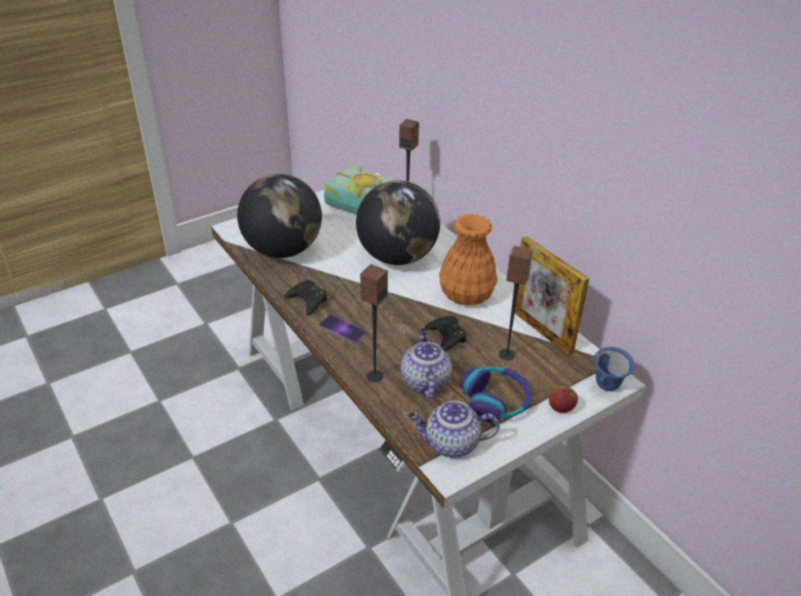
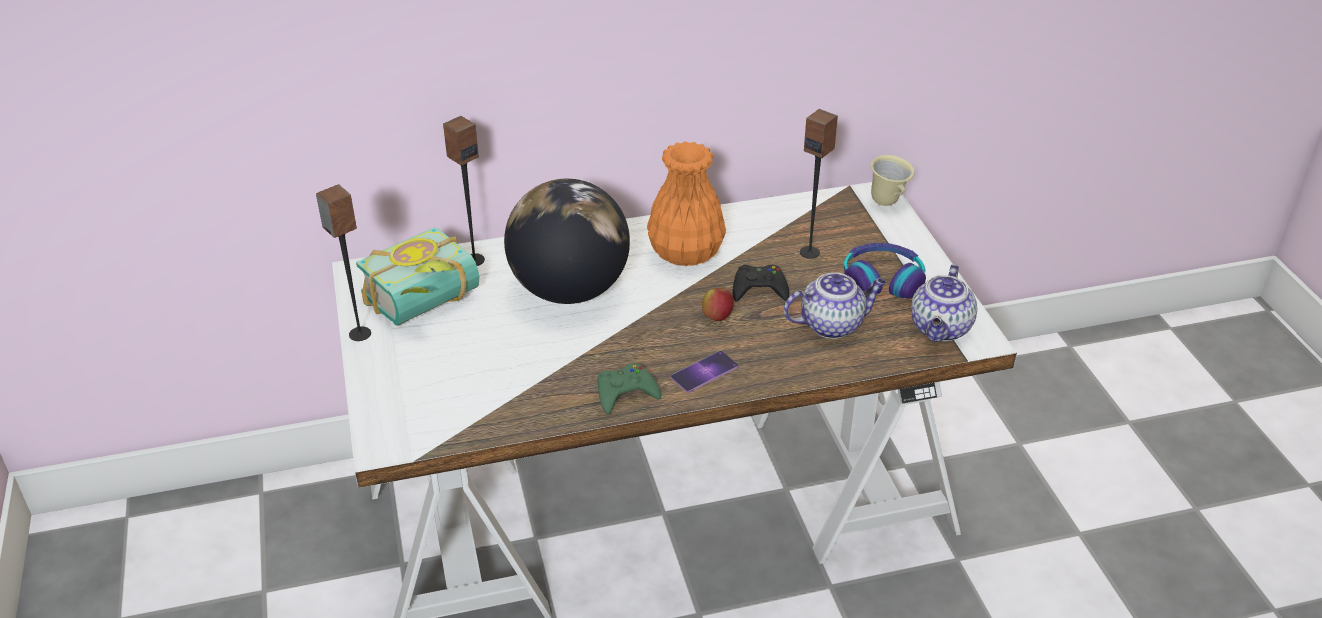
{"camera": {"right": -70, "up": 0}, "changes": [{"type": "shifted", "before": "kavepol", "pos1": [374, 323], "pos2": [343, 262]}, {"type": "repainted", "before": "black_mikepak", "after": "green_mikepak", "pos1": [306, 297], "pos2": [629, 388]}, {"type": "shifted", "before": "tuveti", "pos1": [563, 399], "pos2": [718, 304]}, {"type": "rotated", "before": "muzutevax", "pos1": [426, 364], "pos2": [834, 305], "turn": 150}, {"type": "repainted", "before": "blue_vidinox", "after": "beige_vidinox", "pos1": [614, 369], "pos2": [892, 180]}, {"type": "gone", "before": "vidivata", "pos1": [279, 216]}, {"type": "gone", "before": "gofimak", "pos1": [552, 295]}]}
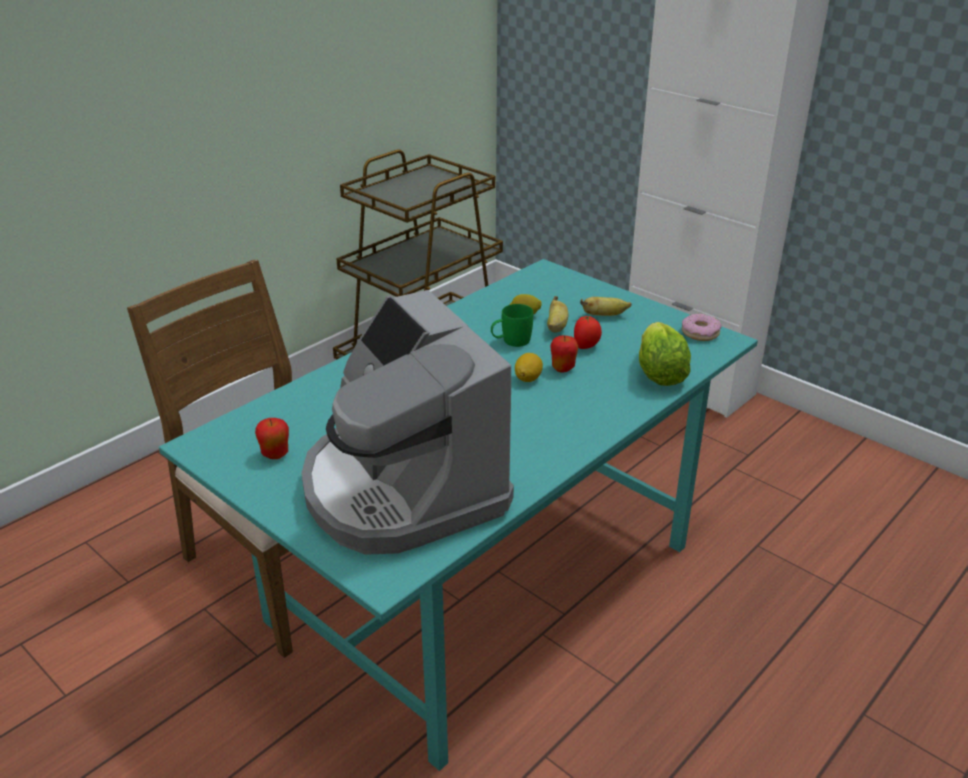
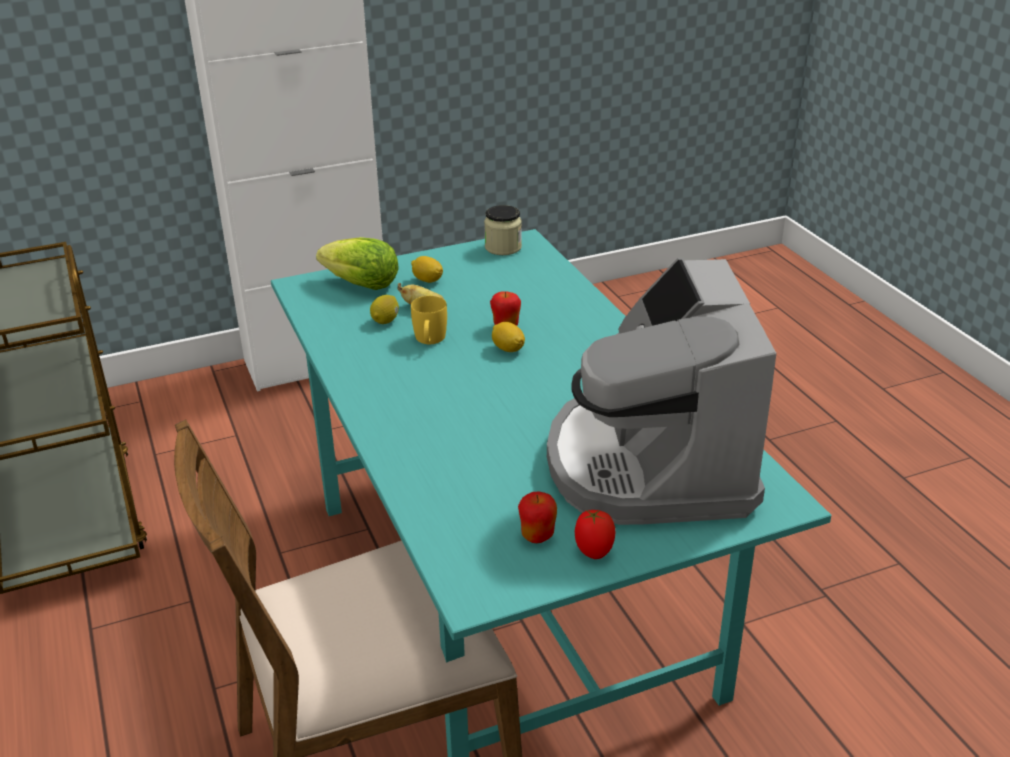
{"camera": {"right": -65, "up": 0}, "changes": [{"type": "shifted", "before": "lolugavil", "pos1": [665, 354], "pos2": [357, 263]}, {"type": "swapped", "before": "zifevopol", "after": "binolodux", "pos1": [606, 306], "pos2": [427, 269]}, {"type": "repainted", "before": "green_vidinox", "after": "yellow_vidinox", "pos1": [512, 325], "pos2": [429, 320]}, {"type": "swapped", "before": "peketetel", "after": "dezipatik", "pos1": [701, 327], "pos2": [503, 230]}, {"type": "rotated", "before": "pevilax", "pos1": [407, 422], "pos2": [661, 391], "turn": 90}, {"type": "shifted", "before": "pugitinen", "pos1": [588, 332], "pos2": [595, 534]}]}
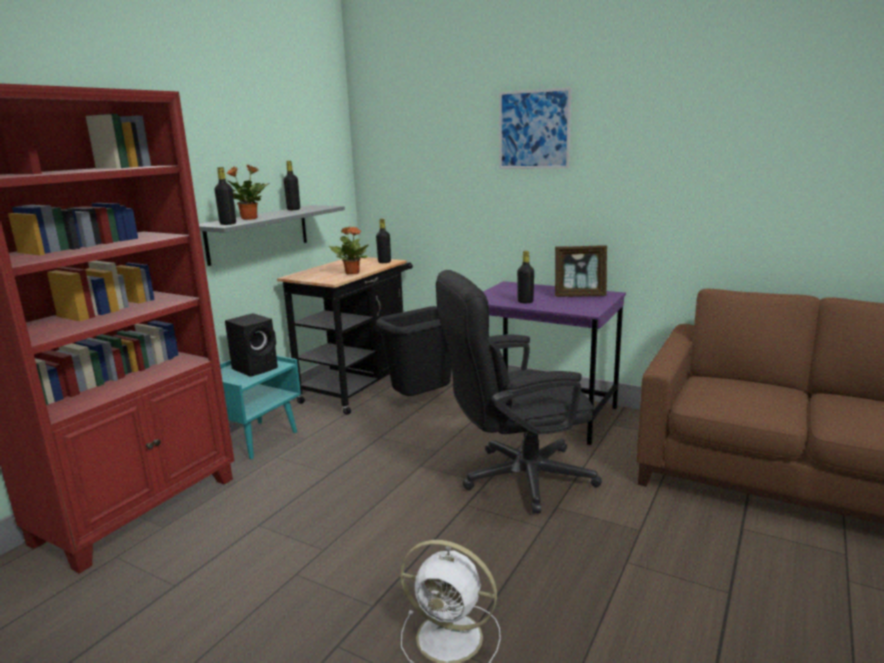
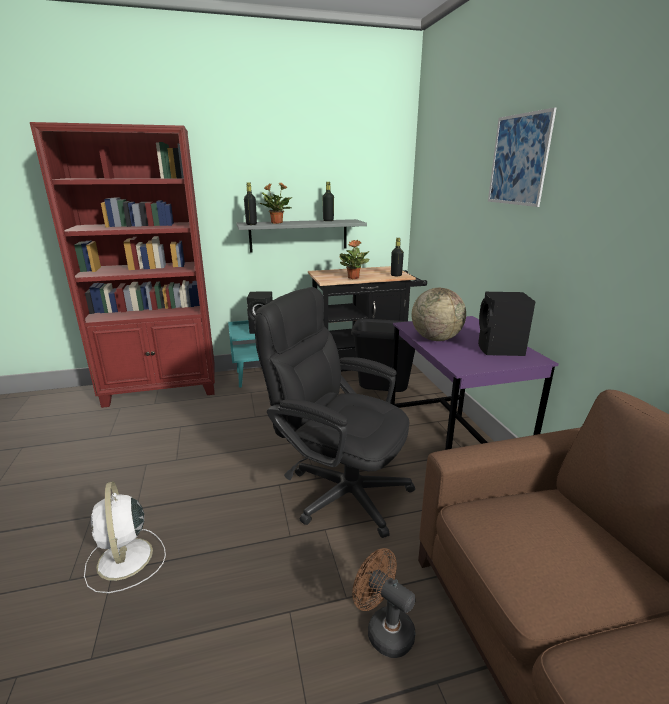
{"camera": {"right": 45, "up": 5}, "changes": [{"type": "new", "after": "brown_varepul", "pos2": [383, 603]}, {"type": "swapped", "before": "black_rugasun", "after": "vidivata", "pos1": [525, 277], "pos2": [439, 314]}, {"type": "swapped", "before": "gofimak", "after": "black_kavepol", "pos1": [581, 271], "pos2": [506, 323]}]}
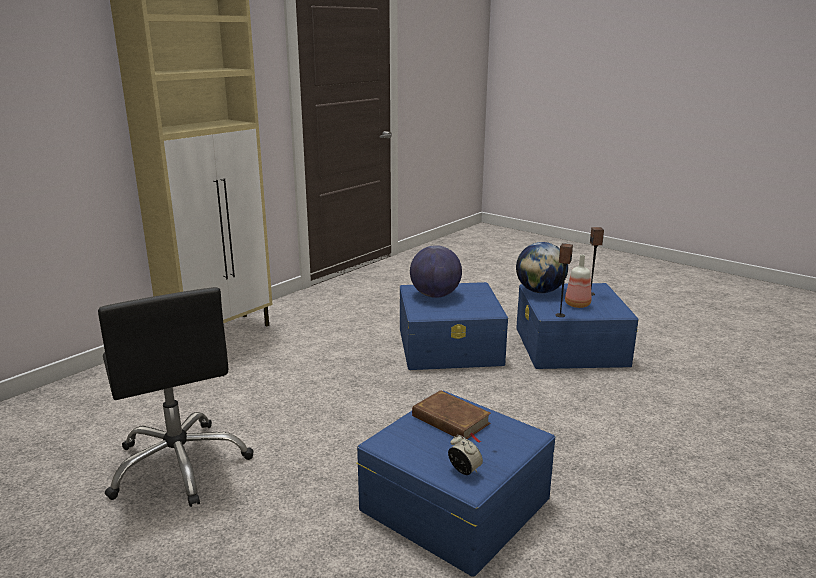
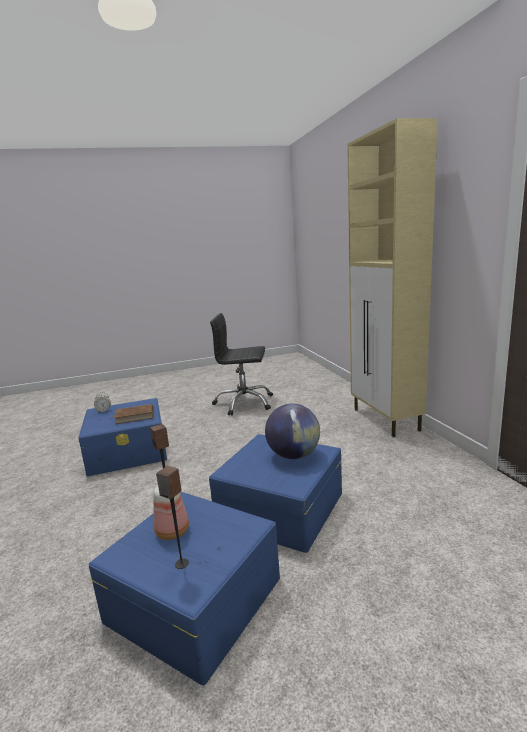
{"camera": {"right": 125, "up": -5}, "changes": [{"type": "gone", "before": "vidivata", "pos1": [542, 267]}]}
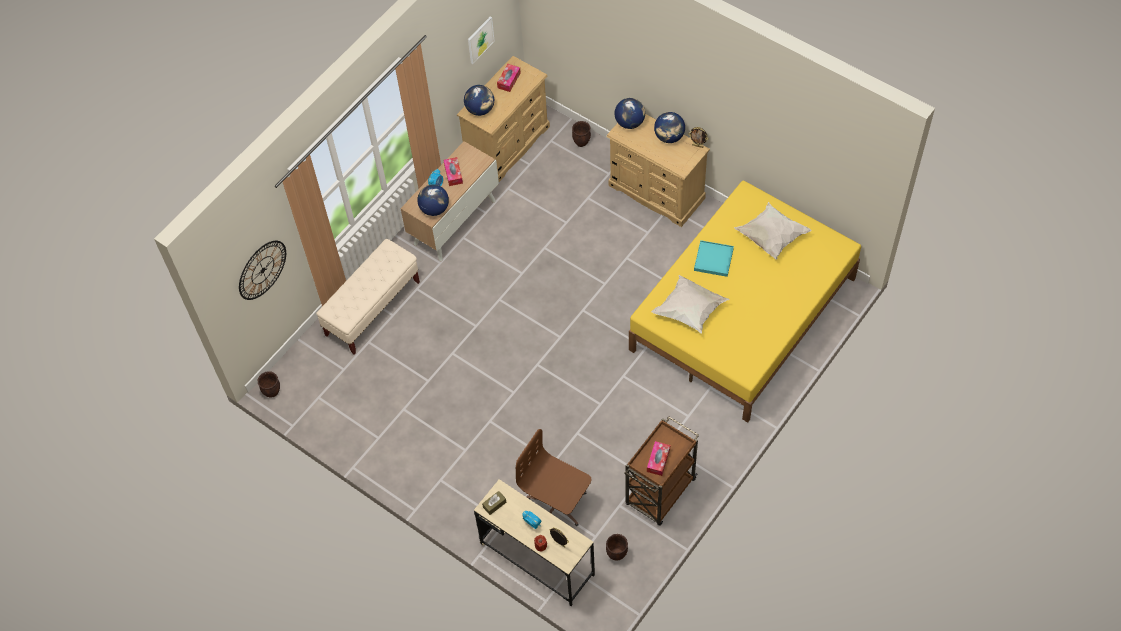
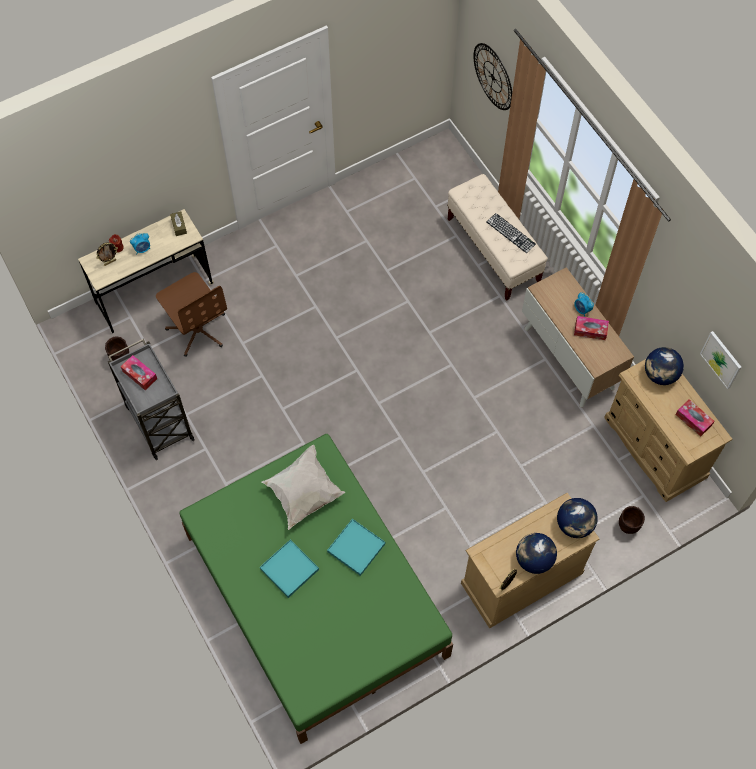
{"camera": {"right": 110, "up": 5}, "changes": [{"type": "repainted", "before": "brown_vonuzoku", "after": "grey_vonuzoku", "pos1": [661, 471], "pos2": [151, 399]}, {"type": "rotated", "before": "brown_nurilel", "pos1": [553, 477], "pos2": [191, 314], "turn": 90}, {"type": "repainted", "before": "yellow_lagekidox", "after": "green_lagekidox", "pos1": [745, 302], "pos2": [316, 589]}, {"type": "new", "after": "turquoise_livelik", "pos2": [289, 568]}, {"type": "new", "after": "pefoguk", "pos2": [511, 233]}, {"type": "gone", "before": "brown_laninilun", "pos1": [268, 384]}, {"type": "gone", "before": "vidivata", "pos1": [433, 200]}, {"type": "gone", "before": "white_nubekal", "pos1": [773, 231]}]}
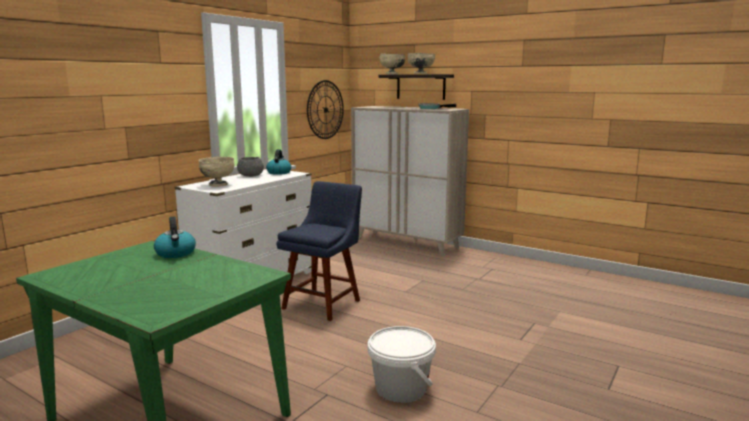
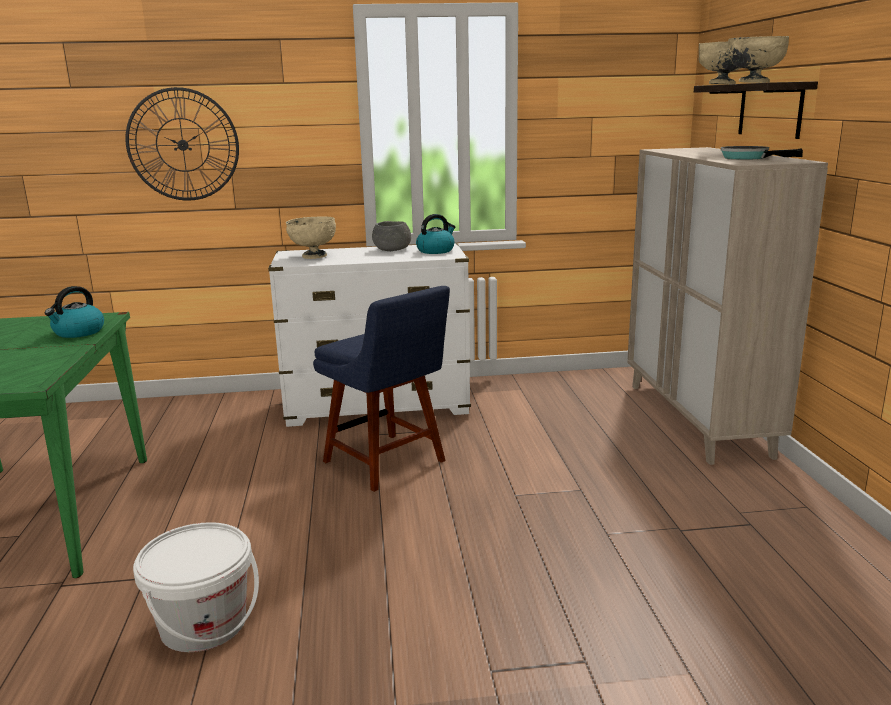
{"camera": {"right": 50, "up": 5}, "changes": [{"type": "shifted", "before": "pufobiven", "pos1": [325, 109], "pos2": [182, 144]}, {"type": "rotated", "before": "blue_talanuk", "pos1": [319, 251], "pos2": [381, 389], "turn": 60}]}
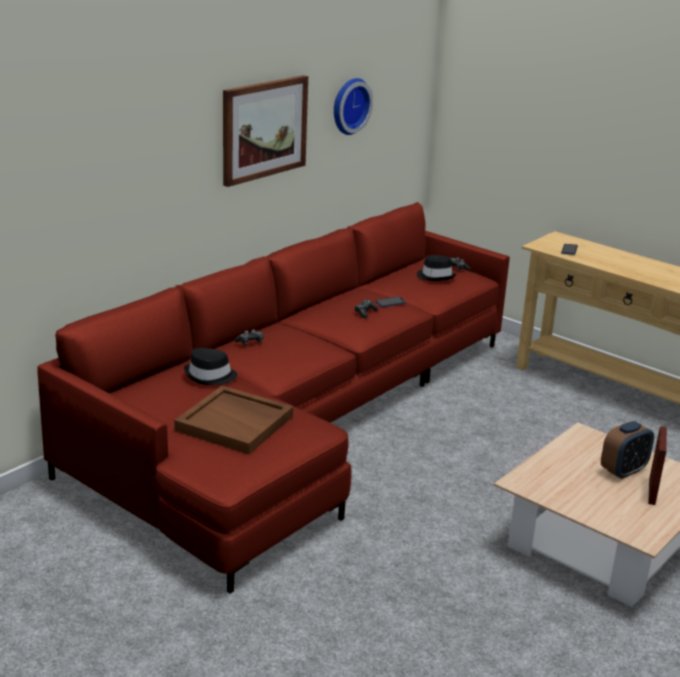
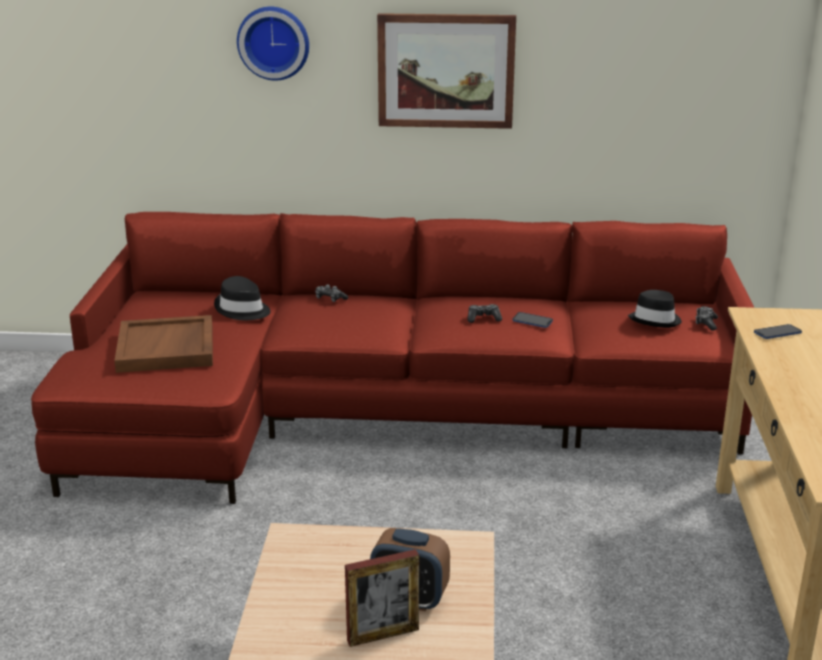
{"camera": {"right": 55, "up": 0}, "changes": [{"type": "shifted", "before": "pufobiven", "pos1": [353, 106], "pos2": [273, 44]}]}
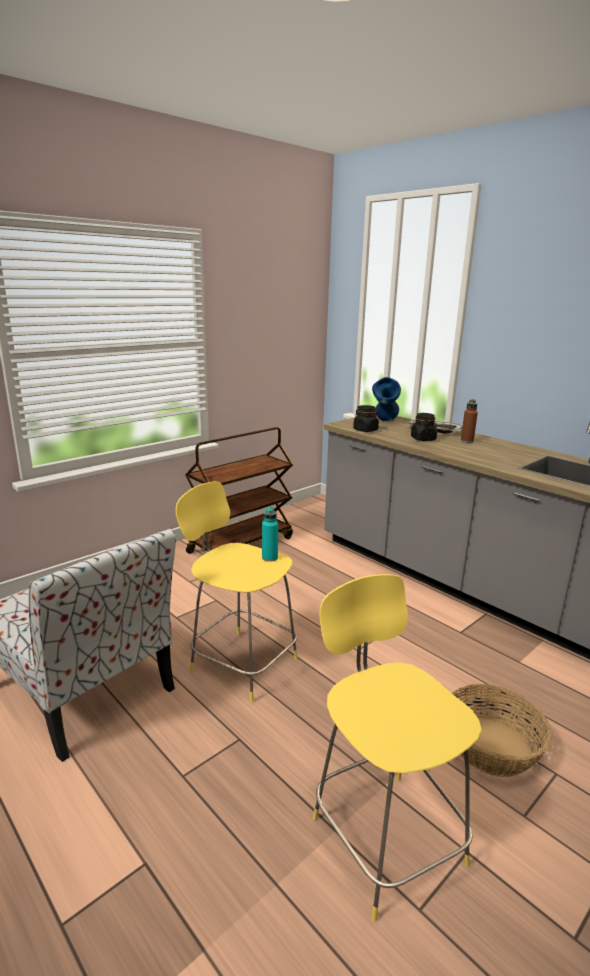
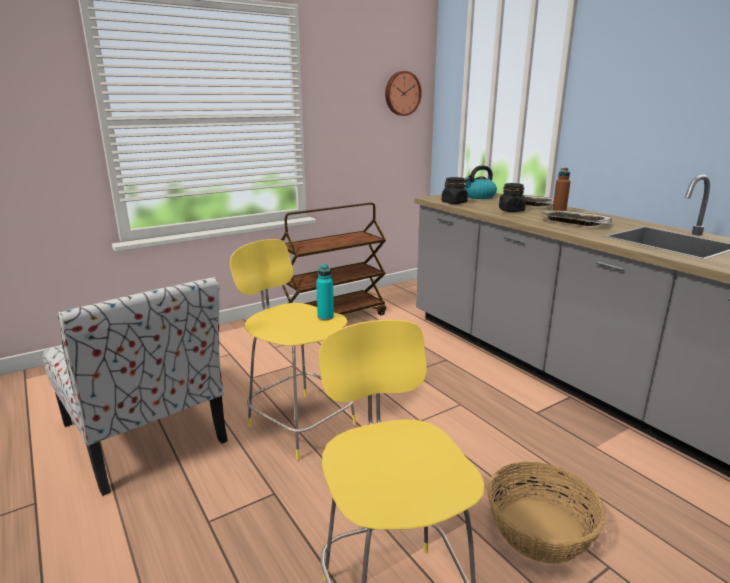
{"camera": {"right": 10, "up": 0}, "changes": [{"type": "new", "after": "pufobiven", "pos2": [403, 93]}, {"type": "swapped", "before": "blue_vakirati", "after": "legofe", "pos1": [386, 399], "pos2": [480, 182]}, {"type": "new", "after": "livelik", "pos2": [576, 218]}]}
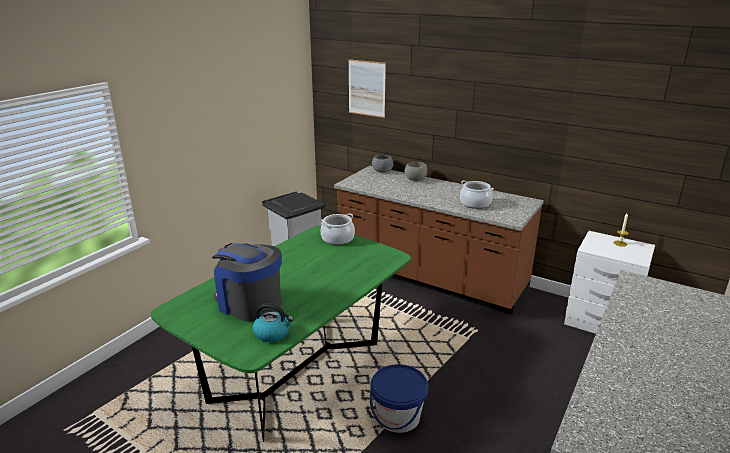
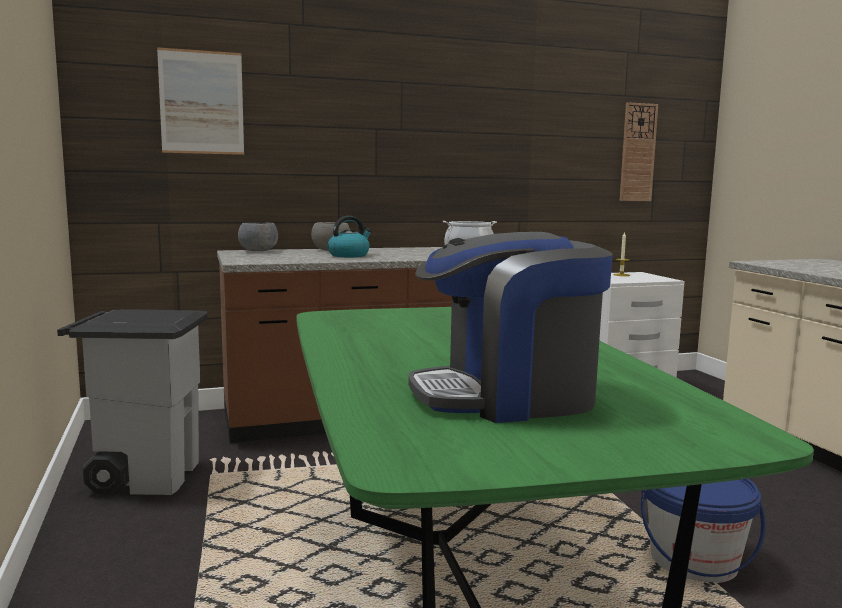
{"camera": {"right": -50, "up": -15}, "changes": [{"type": "shifted", "before": "legofe", "pos1": [273, 322], "pos2": [350, 236]}, {"type": "new", "after": "pufobiven", "pos2": [639, 151]}, {"type": "gone", "before": "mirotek", "pos1": [338, 229]}]}
